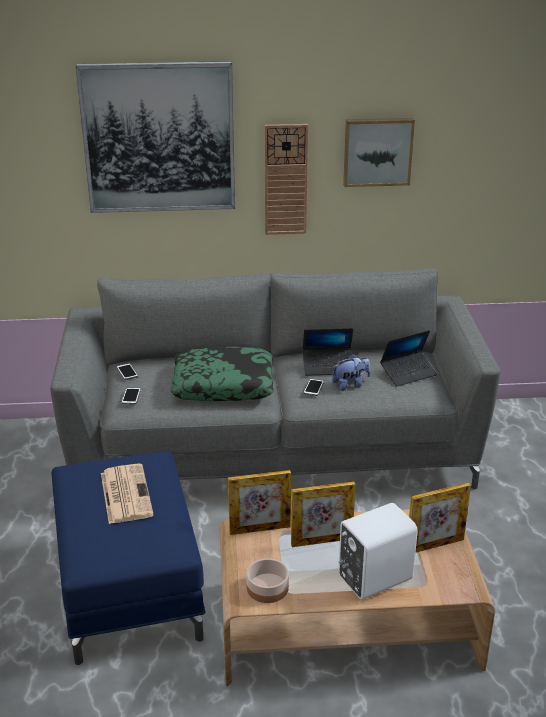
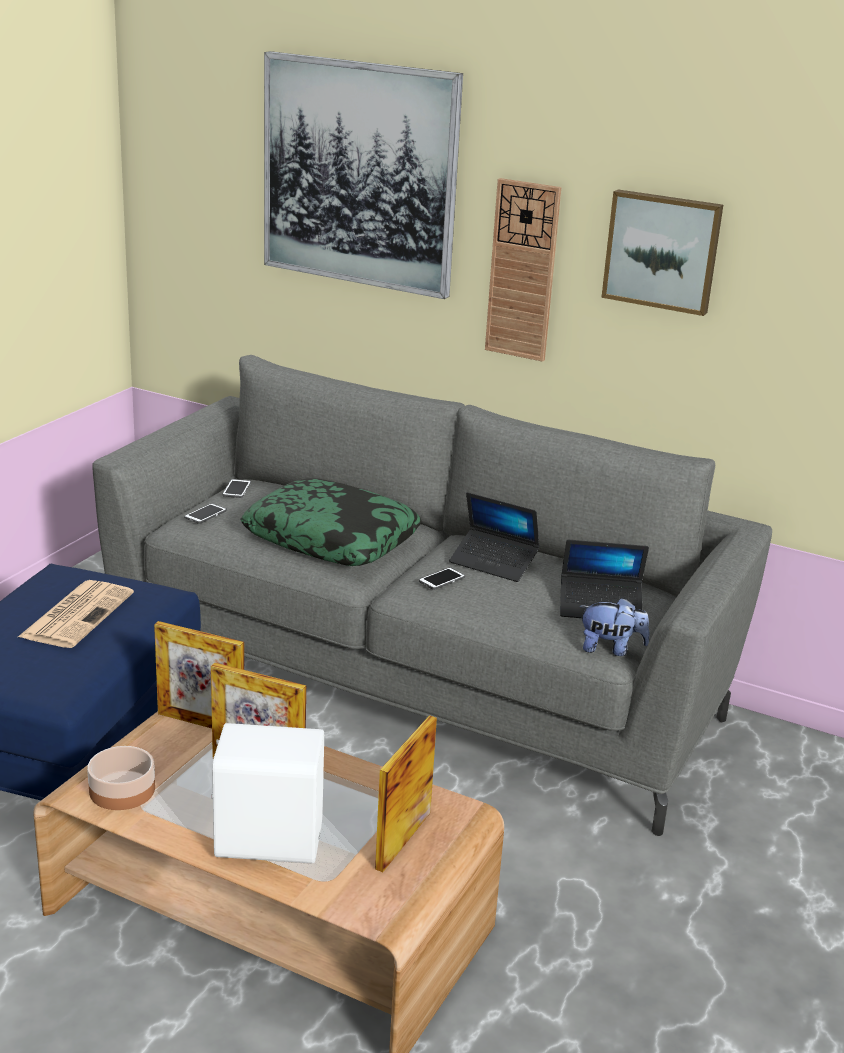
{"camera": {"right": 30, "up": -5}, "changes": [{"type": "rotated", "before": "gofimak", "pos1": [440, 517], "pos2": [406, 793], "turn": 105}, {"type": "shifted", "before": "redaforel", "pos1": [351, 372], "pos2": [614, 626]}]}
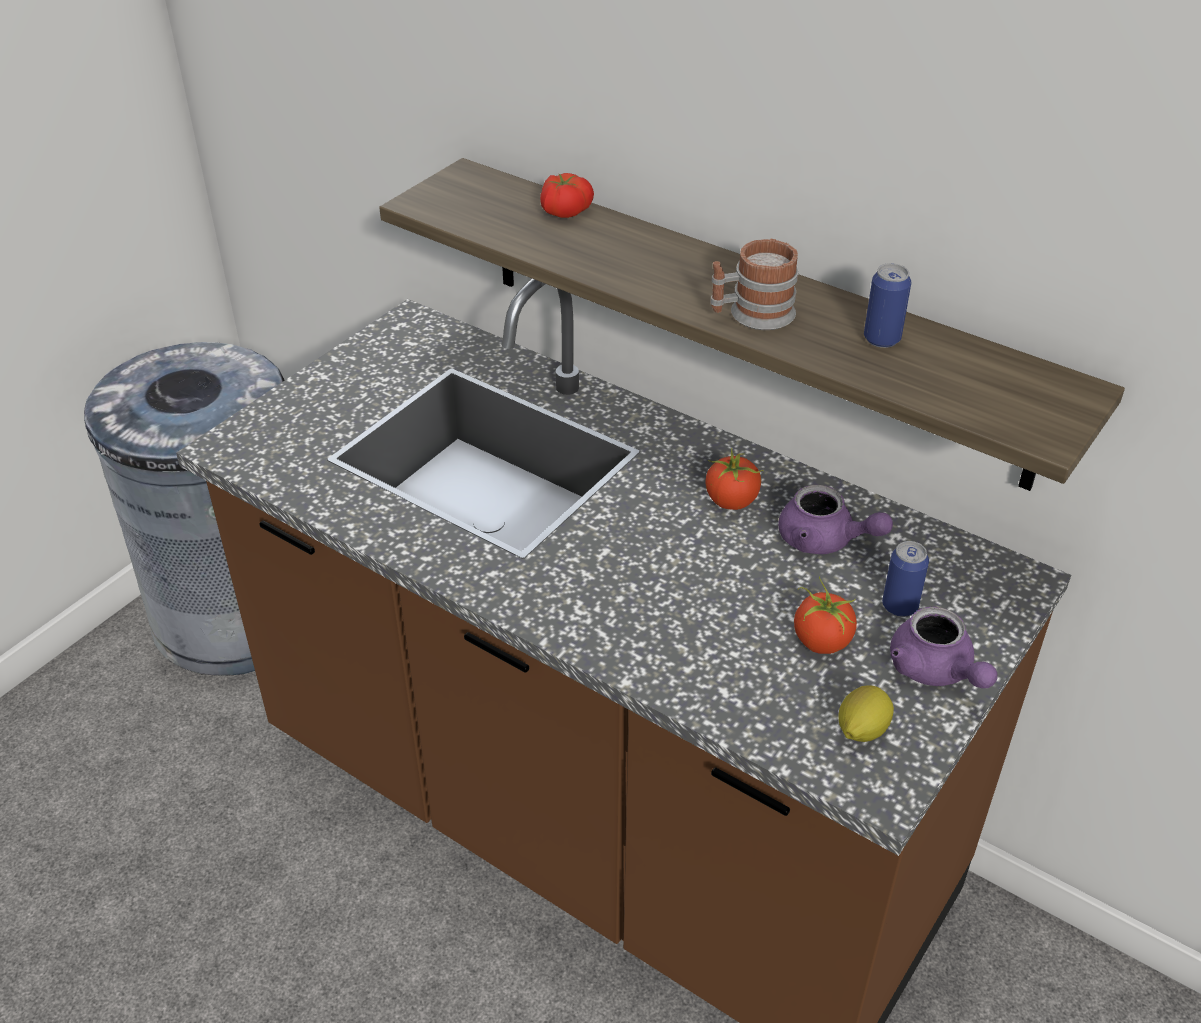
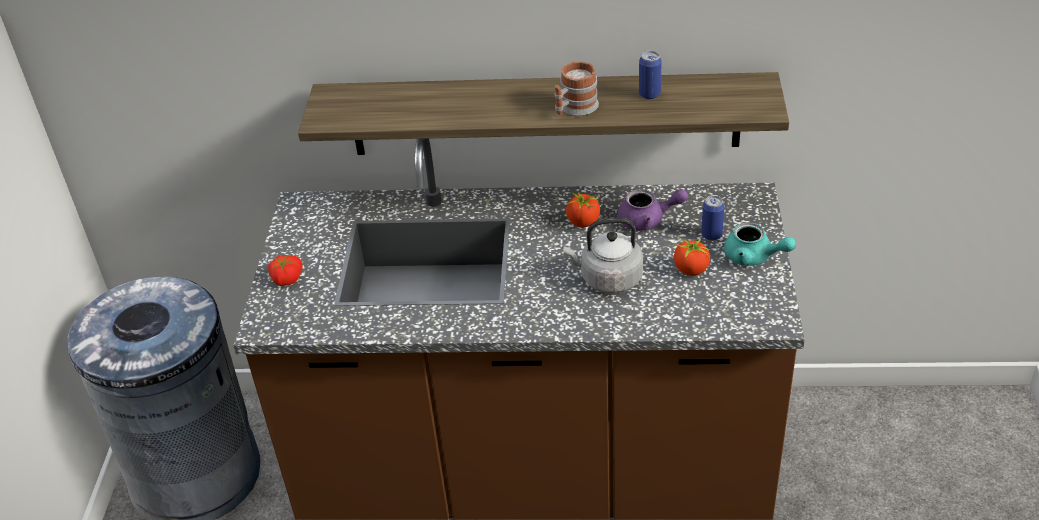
{"camera": {"right": -30, "up": 0}, "changes": [{"type": "shifted", "before": "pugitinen", "pos1": [567, 195], "pos2": [285, 270]}, {"type": "new", "after": "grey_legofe", "pos2": [602, 255]}, {"type": "repainted", "before": "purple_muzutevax", "after": "turquoise_muzutevax", "pos1": [943, 647], "pos2": [760, 244]}, {"type": "gone", "before": "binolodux", "pos1": [866, 713]}]}
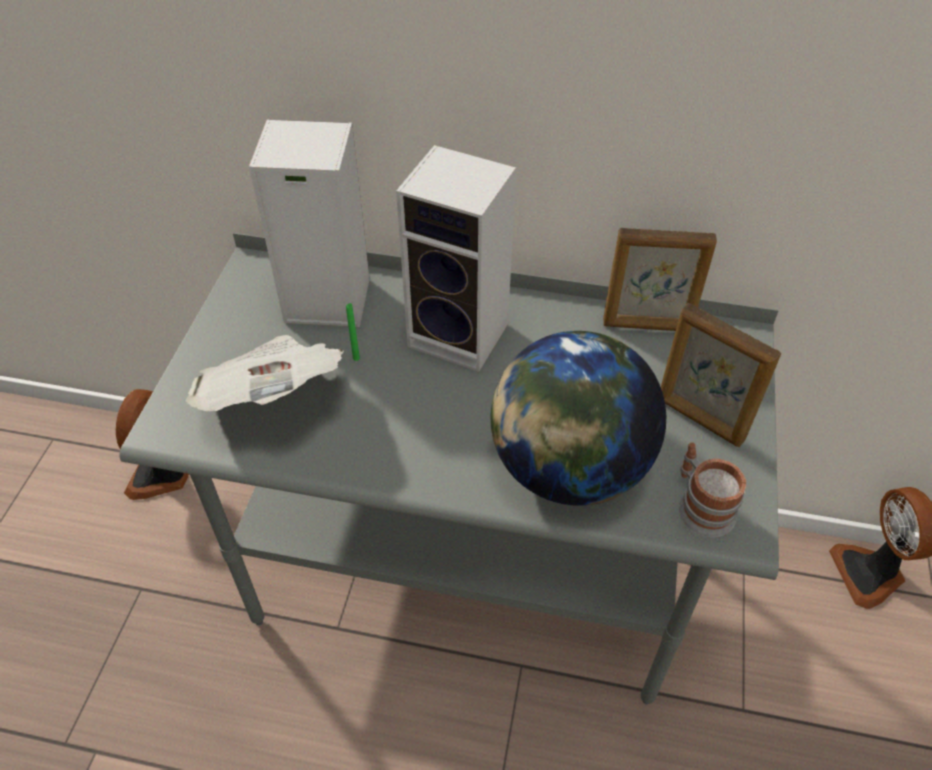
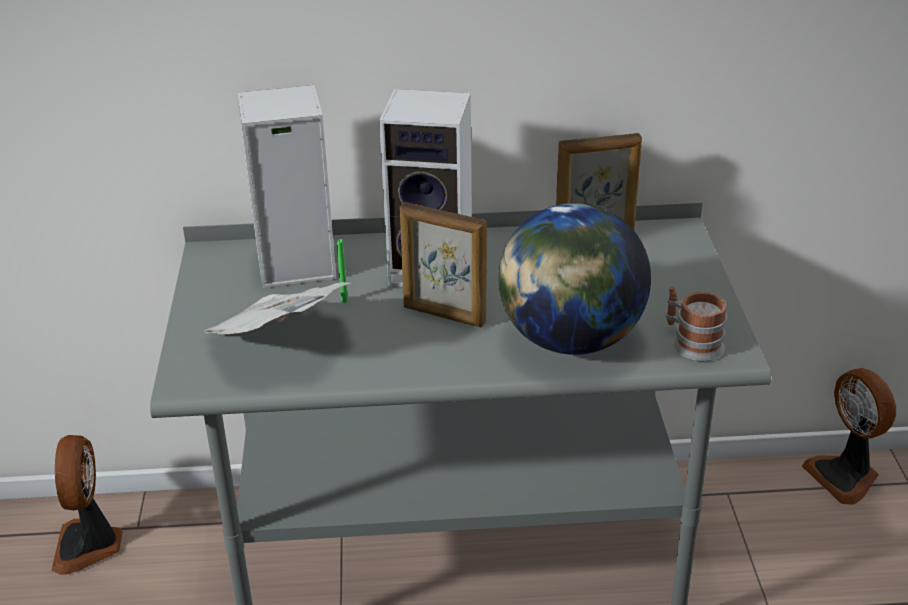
{"camera": {"right": -15, "up": -15}, "changes": [{"type": "shifted", "before": "gofimak", "pos1": [721, 375], "pos2": [443, 265]}]}
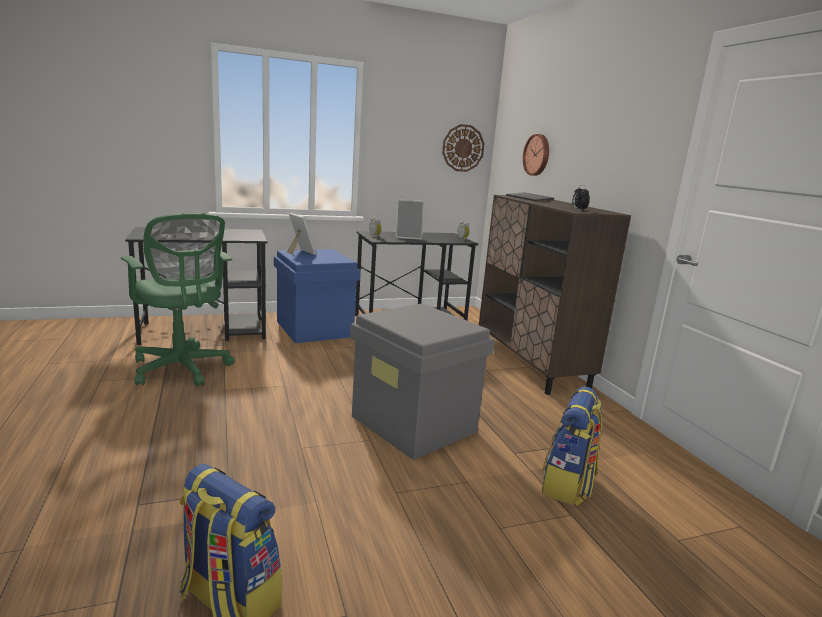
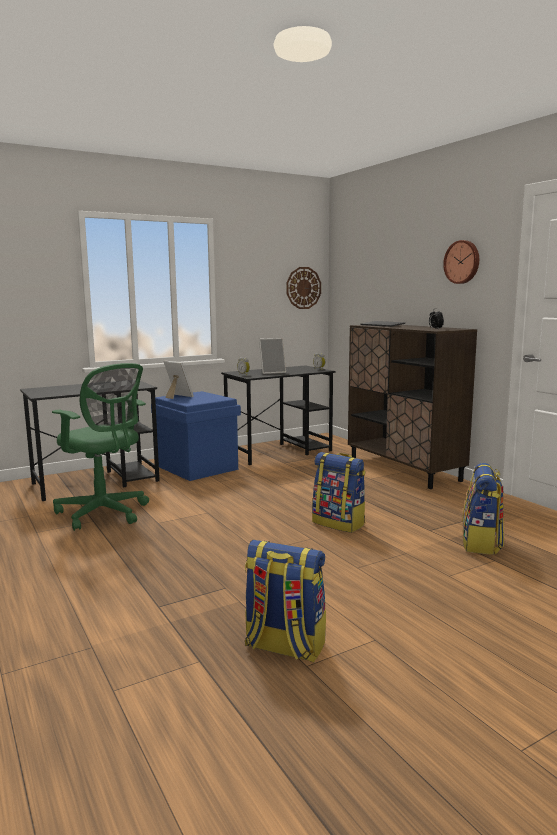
{"camera": {"right": -10, "up": -5}, "changes": [{"type": "swapped", "before": "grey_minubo", "after": "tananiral", "pos1": [422, 381], "pos2": [339, 492]}, {"type": "shifted", "before": "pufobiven", "pos1": [536, 155], "pos2": [461, 262]}]}
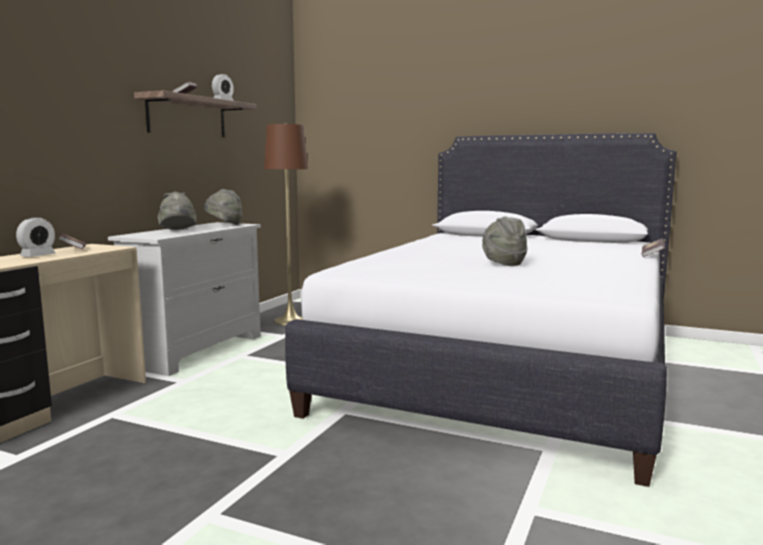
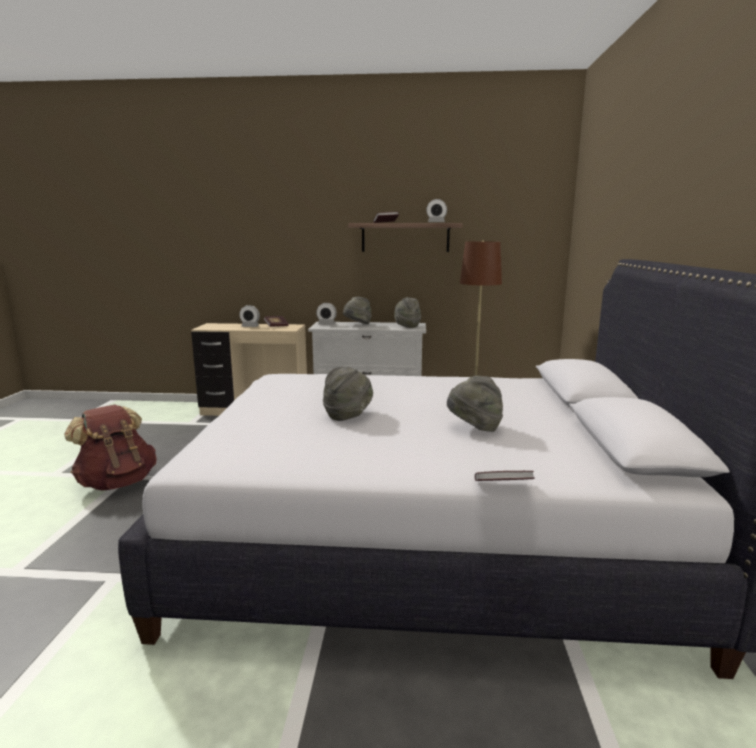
{"camera": {"right": 70, "up": 5}, "changes": [{"type": "new", "after": "brown_tananiral", "pos2": [110, 448]}, {"type": "new", "after": "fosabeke", "pos2": [326, 314]}, {"type": "new", "after": "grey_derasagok", "pos2": [475, 404]}]}
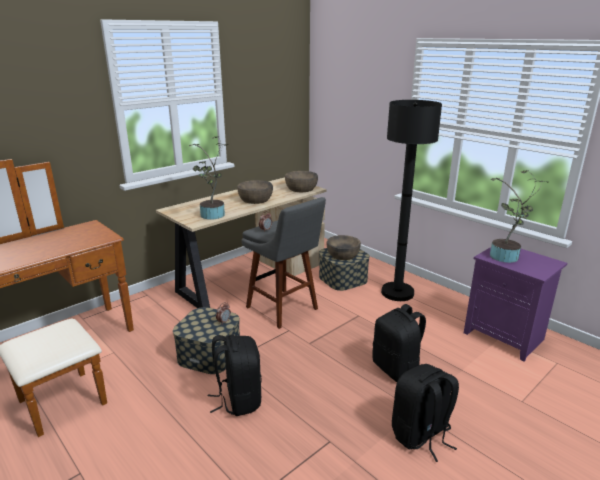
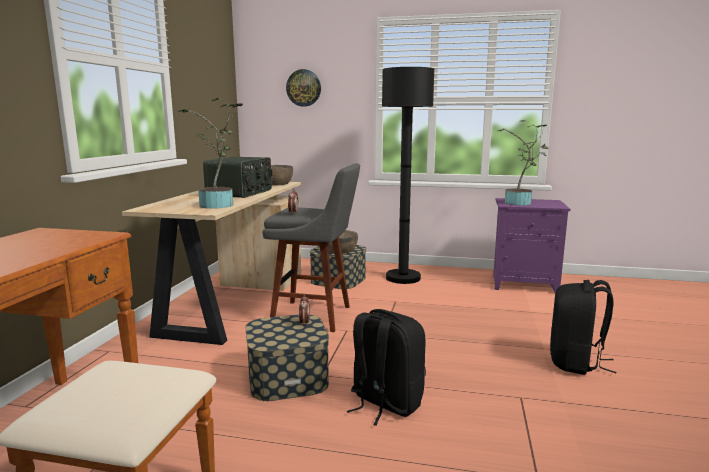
{"camera": {"right": -35, "up": -10}, "changes": [{"type": "swapped", "before": "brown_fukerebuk", "after": "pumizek", "pos1": [255, 192], "pos2": [237, 177]}, {"type": "new", "after": "pufobiven", "pos2": [303, 88]}, {"type": "gone", "before": "black_tananiral", "pos1": [399, 343]}]}
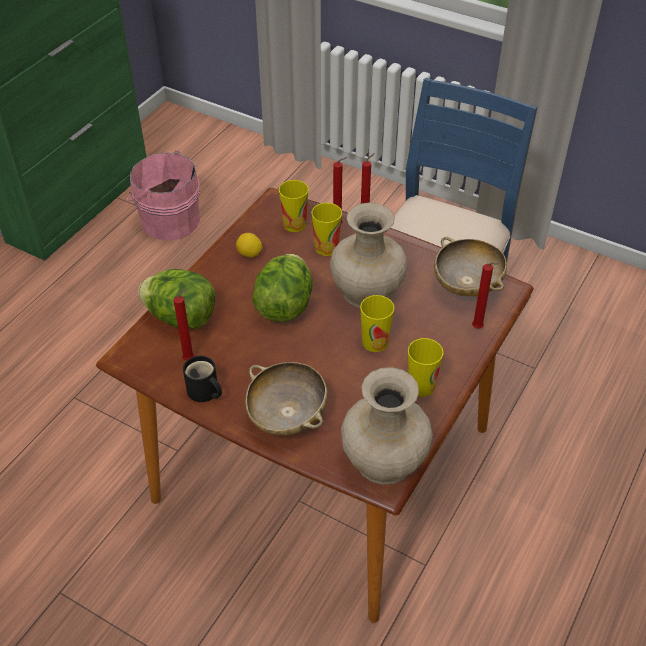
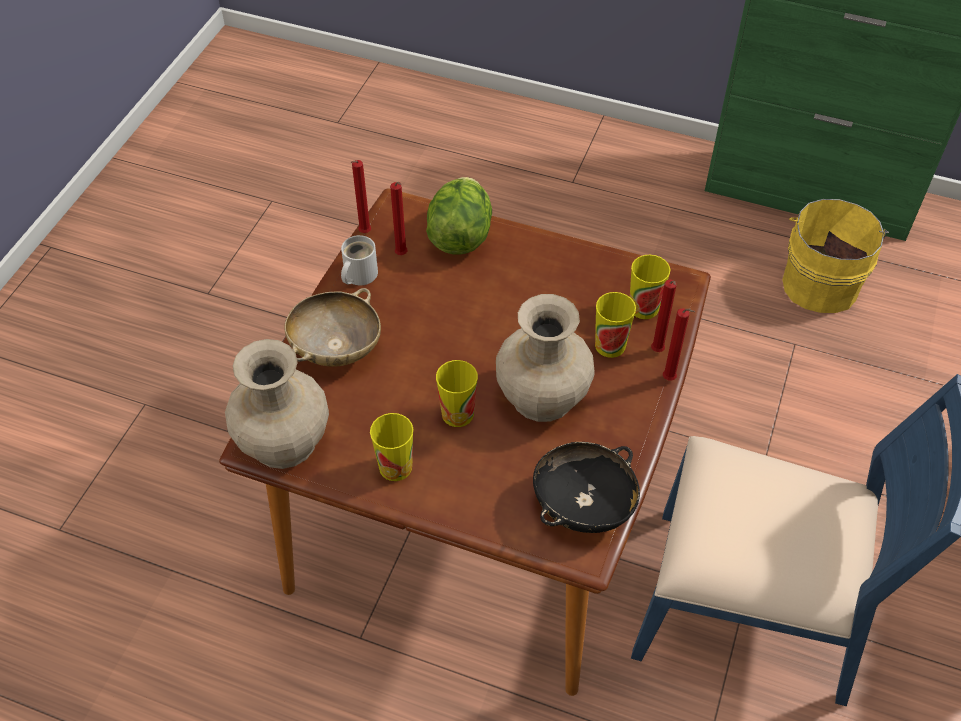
{"camera": {"right": 80, "up": 5}, "changes": [{"type": "repainted", "before": "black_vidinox", "after": "white_vidinox", "pos1": [202, 379], "pos2": [359, 260]}, {"type": "shifted", "before": "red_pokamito", "pos1": [485, 295], "pos2": [361, 196]}, {"type": "repainted", "before": "beige_fukerebuk", "after": "black_fukerebuk", "pos1": [470, 266], "pos2": [586, 487]}, {"type": "repainted", "before": "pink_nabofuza", "after": "yellow_nabofuza", "pos1": [163, 195], "pos2": [835, 256]}, {"type": "gone", "before": "binolodux", "pos1": [249, 245]}, {"type": "gone", "before": "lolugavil", "pos1": [282, 288]}]}
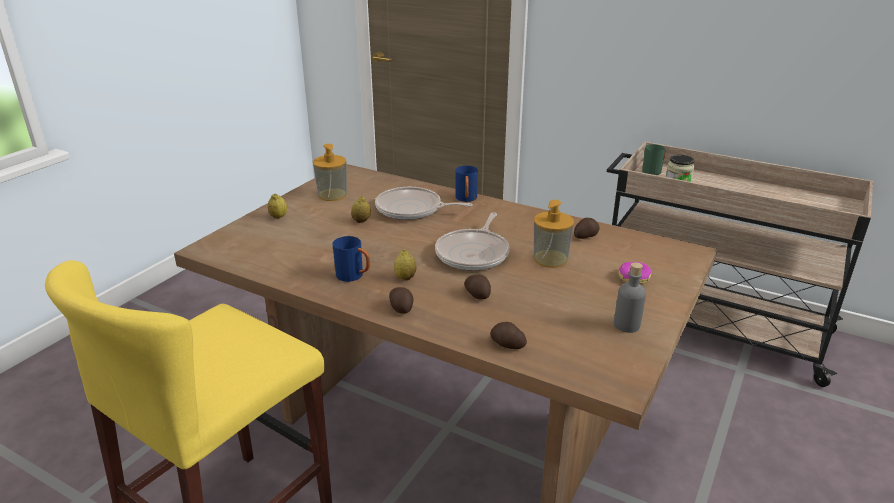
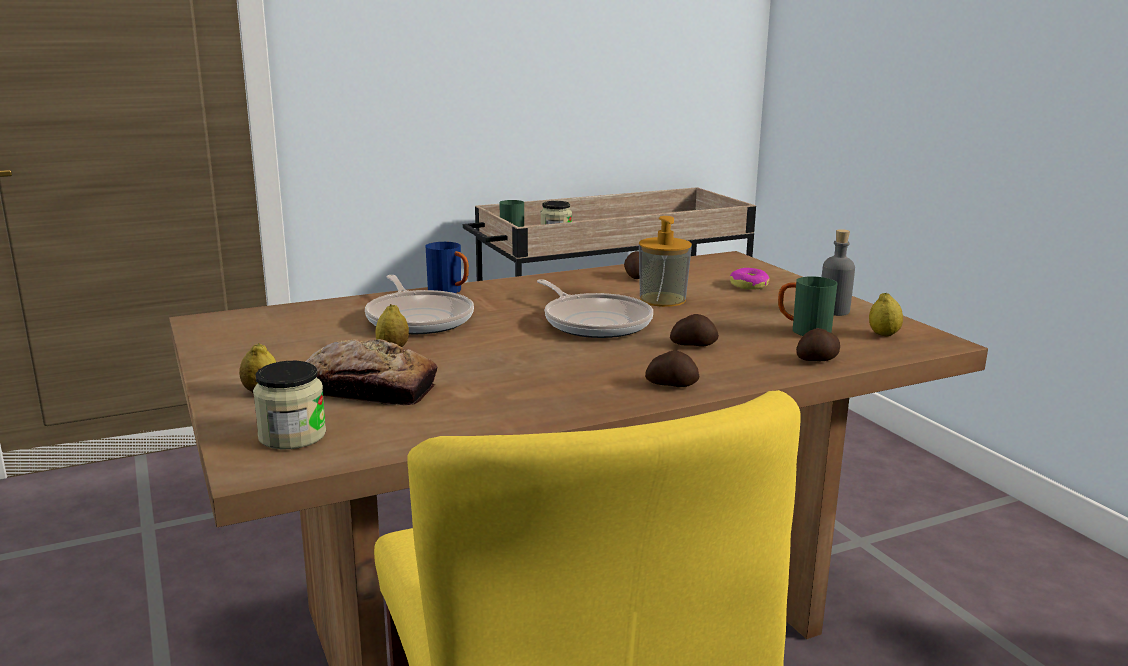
{"camera": {"right": -55, "up": -10}, "changes": [{"type": "new", "after": "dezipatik", "pos2": [289, 405]}, {"type": "new", "after": "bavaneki", "pos2": [371, 372]}, {"type": "rotated", "before": "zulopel", "pos1": [424, 203], "pos2": [419, 304], "turn": -75}, {"type": "new", "after": "green_vidinox", "pos2": [808, 306]}, {"type": "shifted", "before": "binolodux", "pos1": [405, 264], "pos2": [886, 315]}, {"type": "gone", "before": "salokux", "pos1": [330, 172]}, {"type": "gone", "before": "blue_vidinox", "pos1": [351, 259]}]}
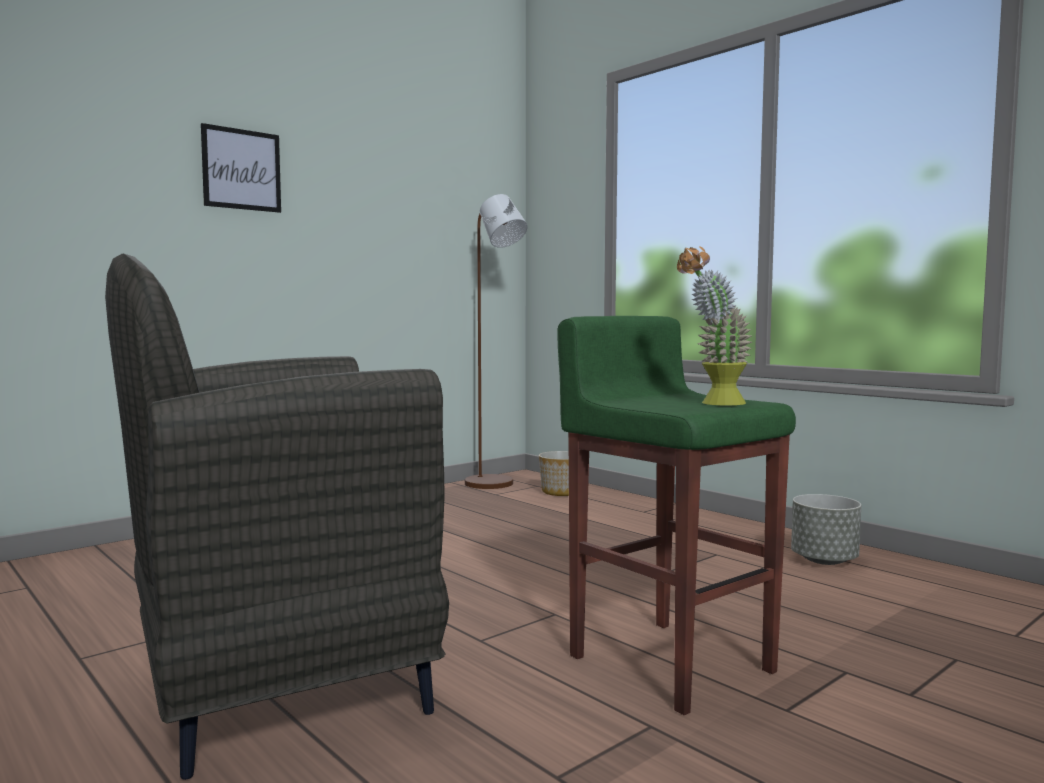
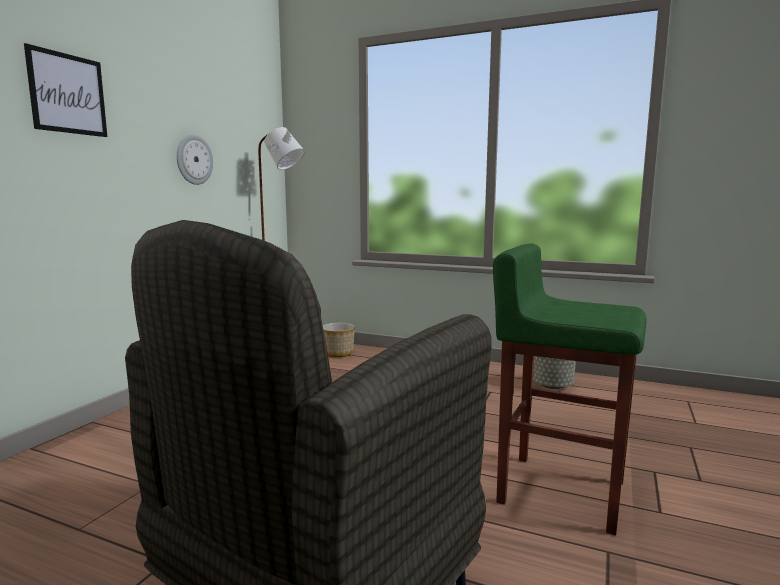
{"camera": {"right": -25, "up": 5}, "changes": [{"type": "new", "after": "pufobiven", "pos2": [195, 159]}, {"type": "gone", "before": "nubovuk", "pos1": [714, 326]}]}
